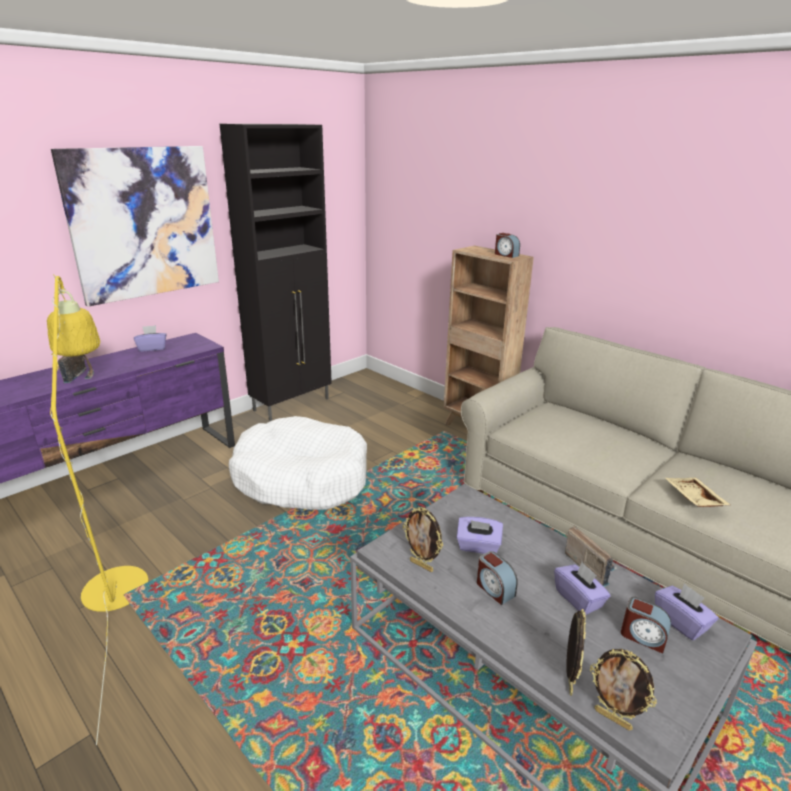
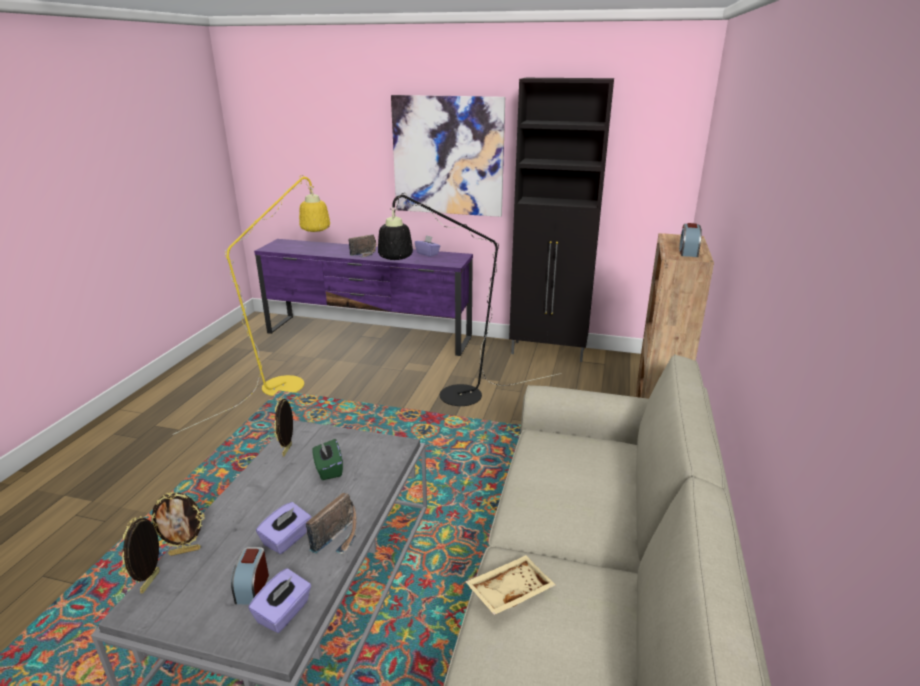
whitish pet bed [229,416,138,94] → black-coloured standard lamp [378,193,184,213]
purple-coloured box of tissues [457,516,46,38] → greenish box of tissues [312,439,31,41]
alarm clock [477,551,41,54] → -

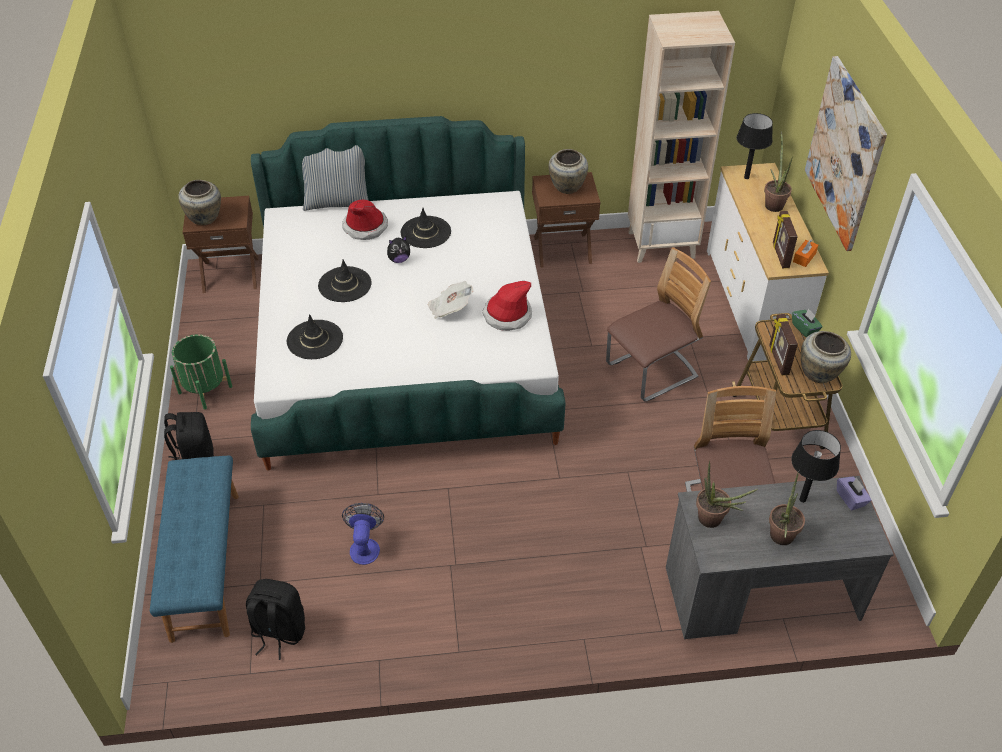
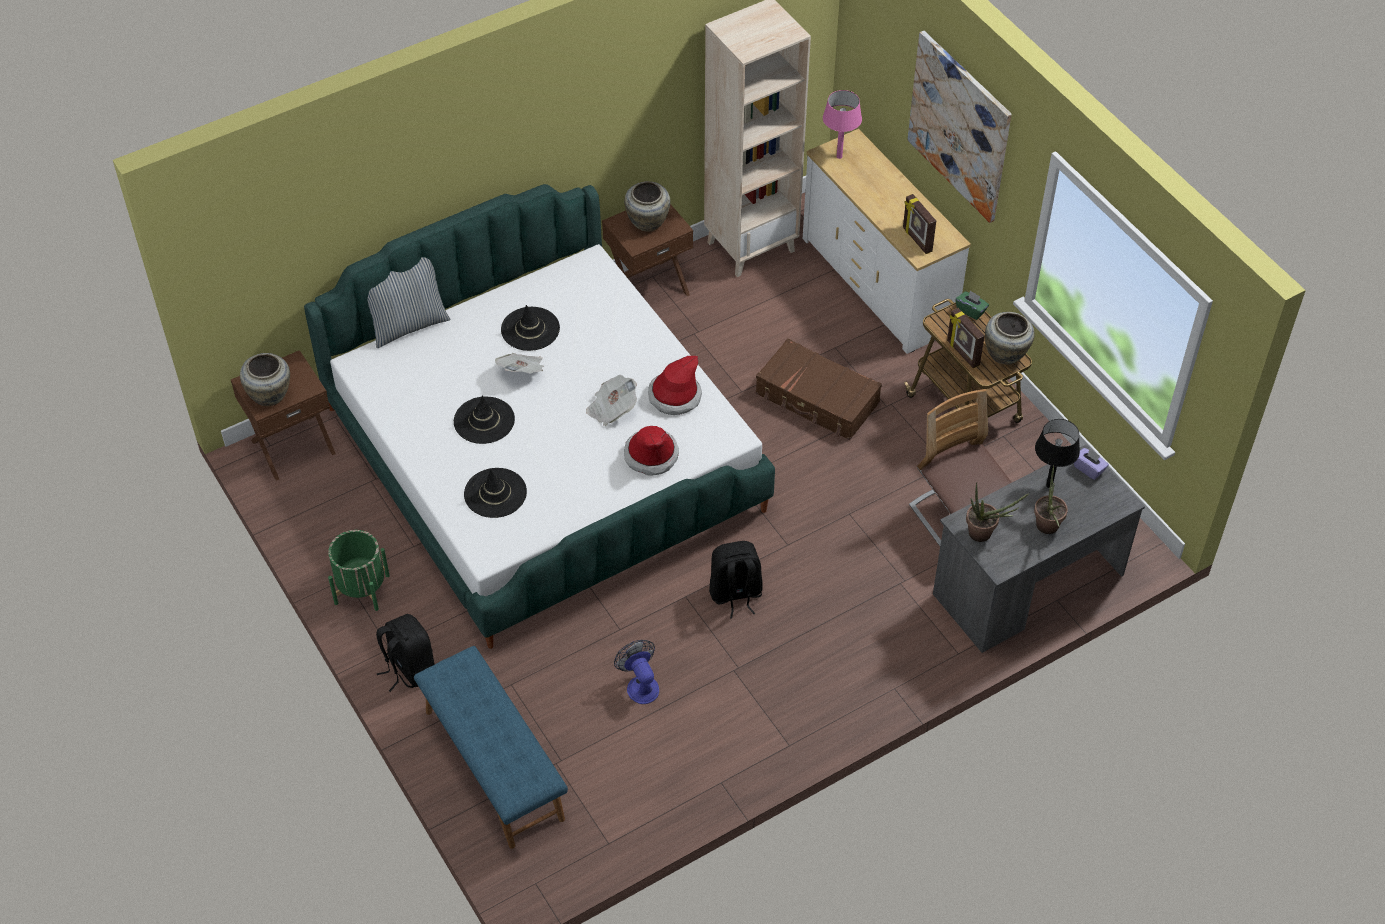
black-coloured rucksack [246,579,59,81] → black-coloured rucksack [709,541,54,78], shifted
wearable hat [342,200,46,40] → wearable hat [624,426,55,50], shifted
plush toy [387,236,23,27] → daily paper [495,353,49,20]
plain chair [606,247,105,155] → brownish travel case [756,338,126,102]
black-coloured table lamp [736,113,37,66] → pink table lamp [823,90,39,69]
potted plant [764,131,29,81] → -
orange-coloured box of tissues [793,240,25,27] → -

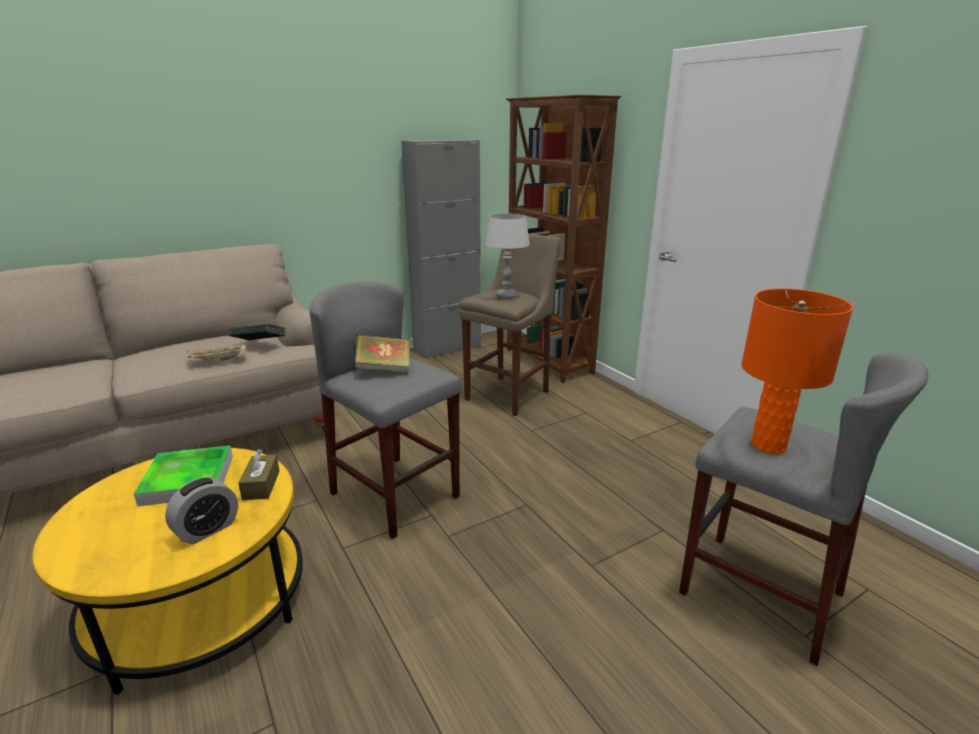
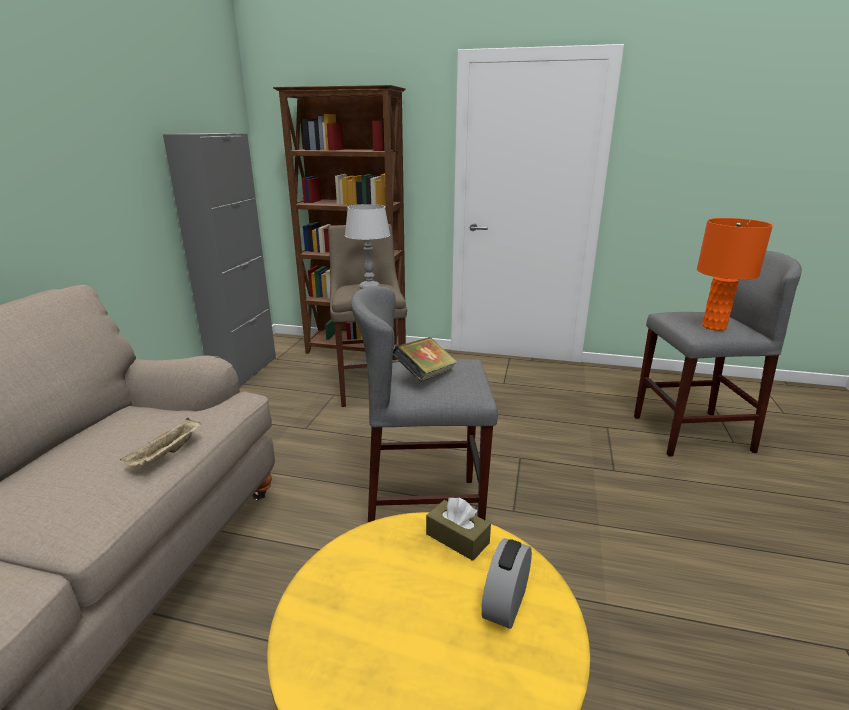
carrying tray [134,446,99,61] → -
alarm clock [165,477,73,67] → alarm clock [481,538,51,91], 150 degrees counterclockwise
book [228,324,58,16] → -

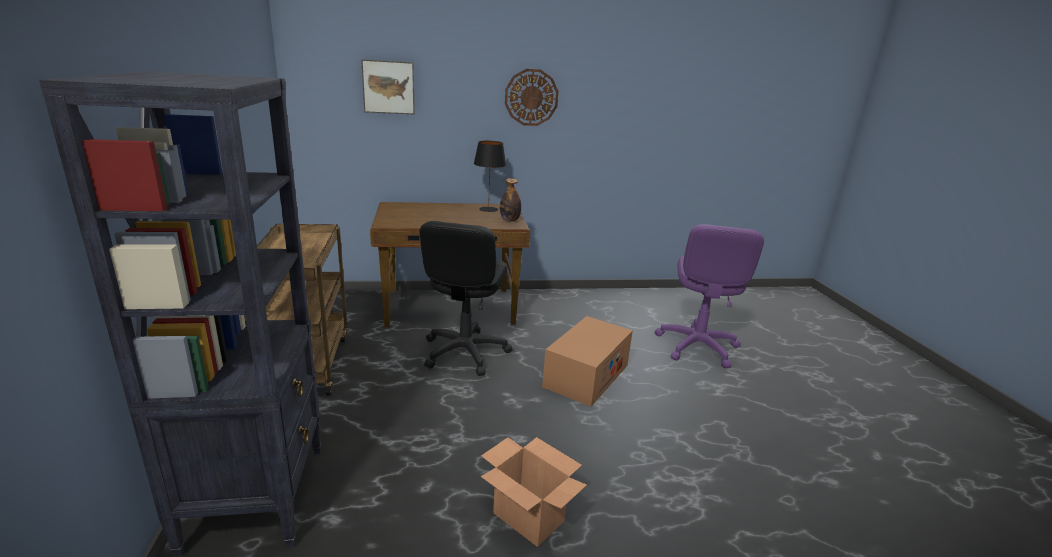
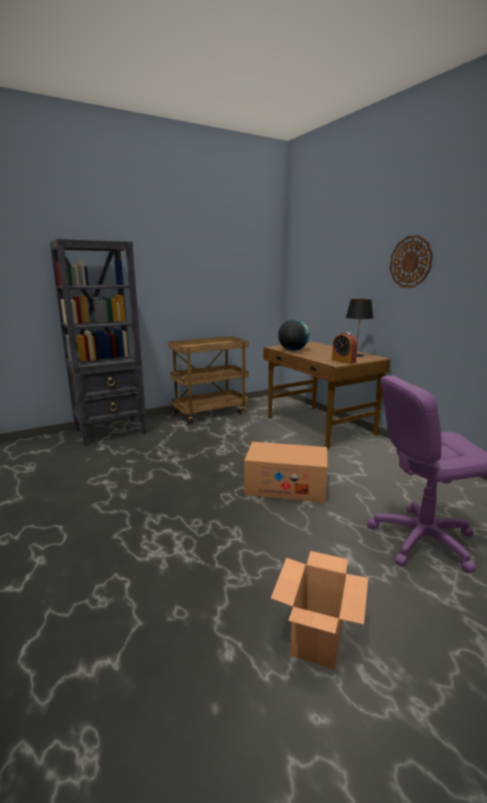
wall picture [361,59,54,55] → -
black-coloured computer chair [419,221,94,155] → -
carton [481,437,106,110] → carton [271,551,97,118], shifted
bottle [500,178,21,43] → alarm clock [332,332,26,32]
- → globe [278,319,31,32]

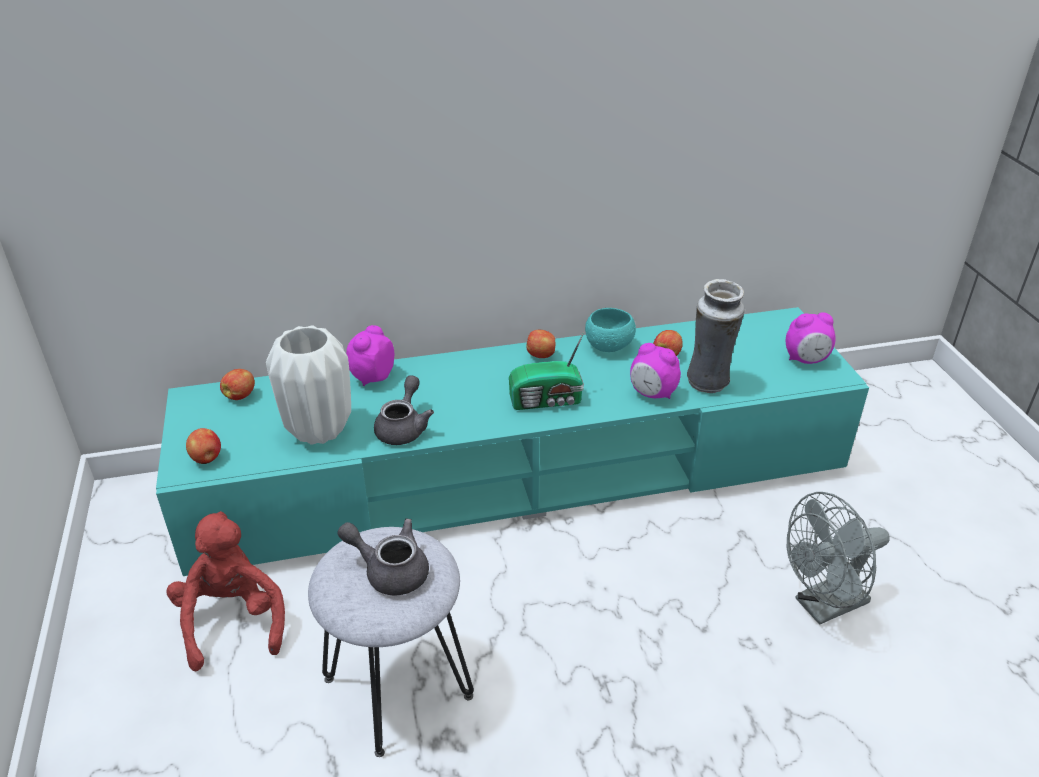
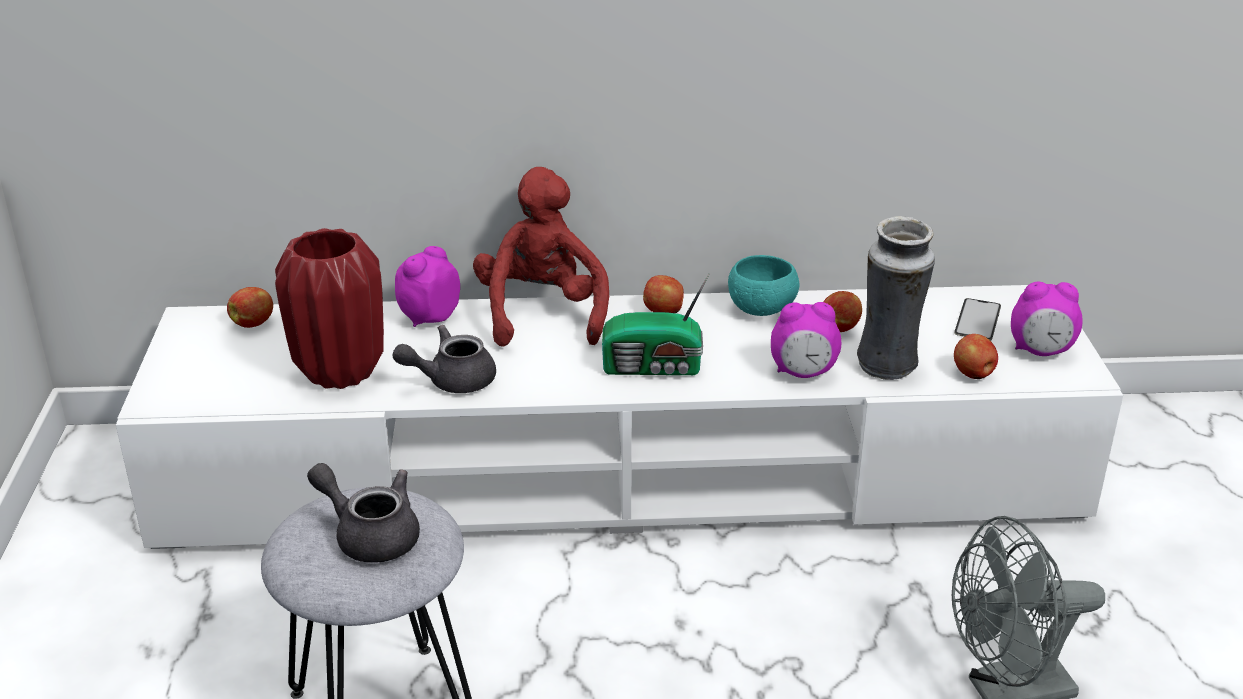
turquoise tv unit [156,307,713,269] → whitish tv unit [116,285,1007,264]
red-coloured plush toy [167,511,118,160] → red-coloured plush toy [473,167,136,180], shifted
apple fruit [186,428,35,36] → apple fruit [954,334,44,45], shifted
whitish vase [266,326,85,119] → red-coloured vase [275,228,109,161]
gray teapot [374,375,60,70] → gray teapot [393,325,103,68], 135 degrees counterclockwise
alarm clock [630,343,51,56] → alarm clock [771,302,70,76], 45 degrees counterclockwise
- → handset [954,298,47,43]

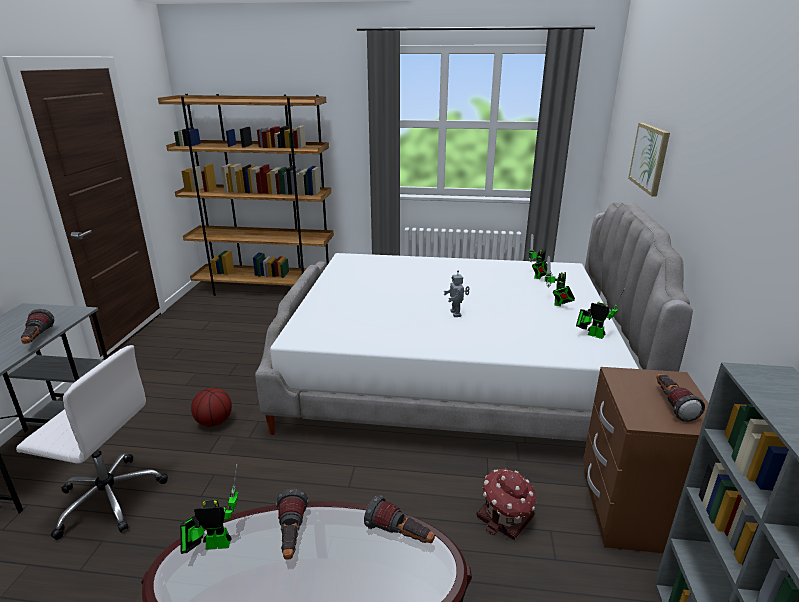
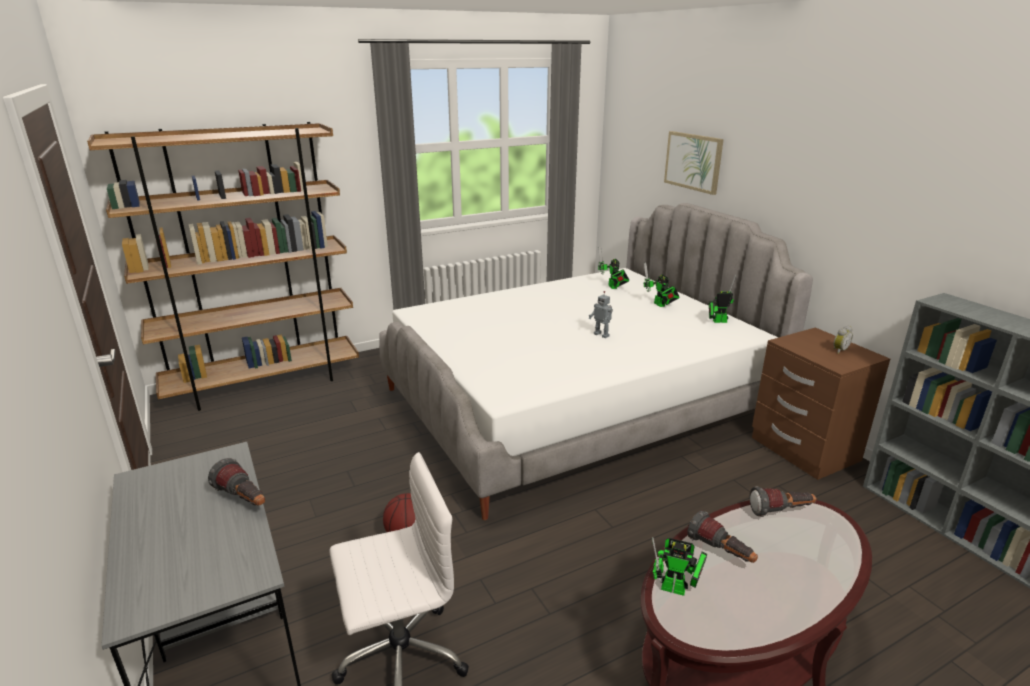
toy robot [180,465,58,89] → toy robot [652,537,55,59], 120 degrees counterclockwise
miniature house [477,468,60,72] → -
flashlight [656,374,49,48] → alarm clock [833,326,20,28]

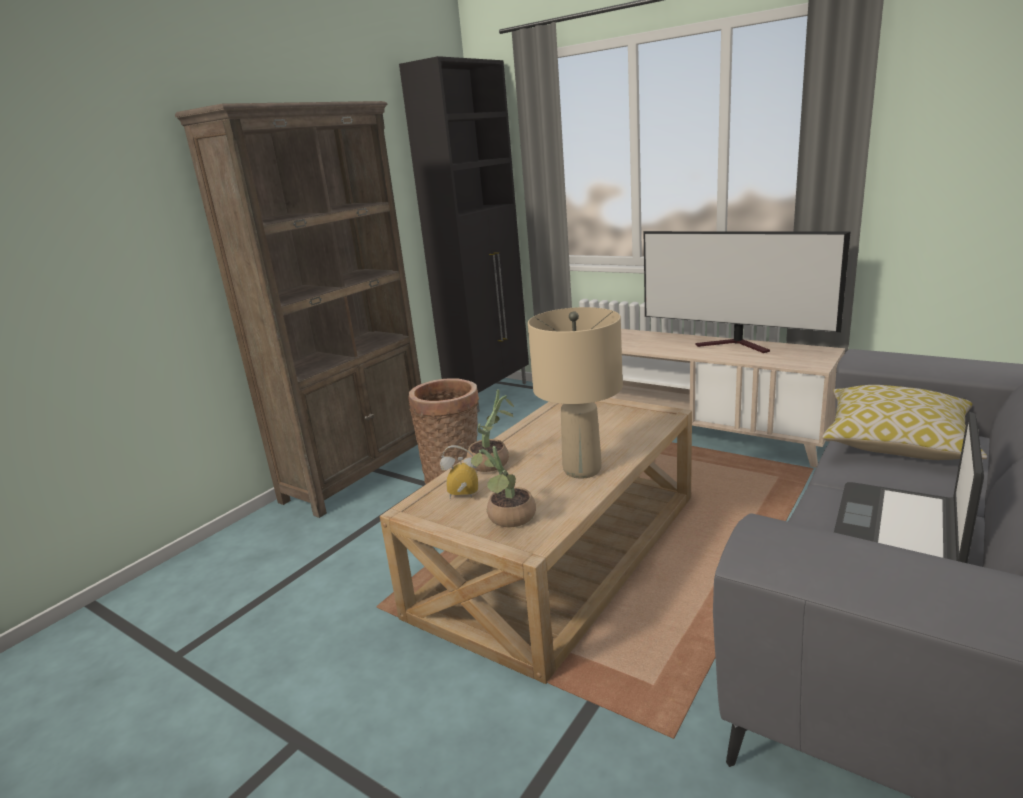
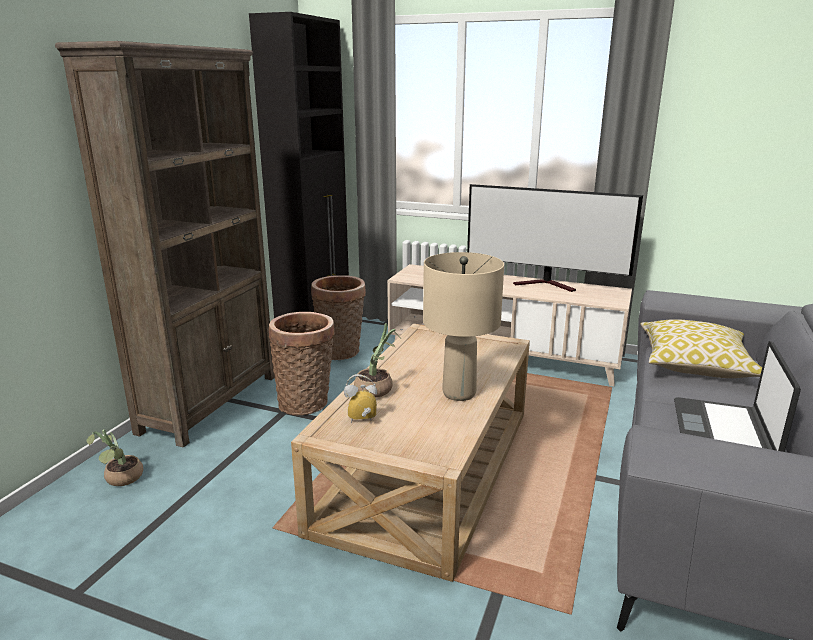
potted plant [471,446,65,81] → potted plant [86,429,57,57], shifted
- → basket [311,275,55,85]

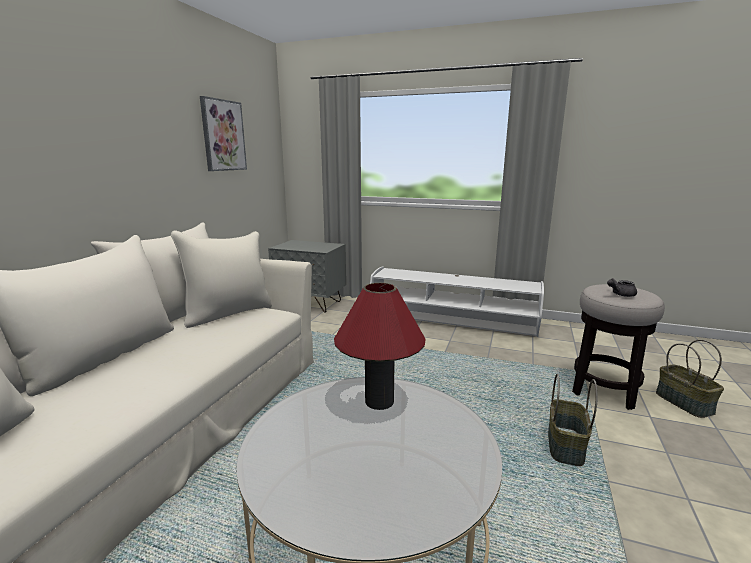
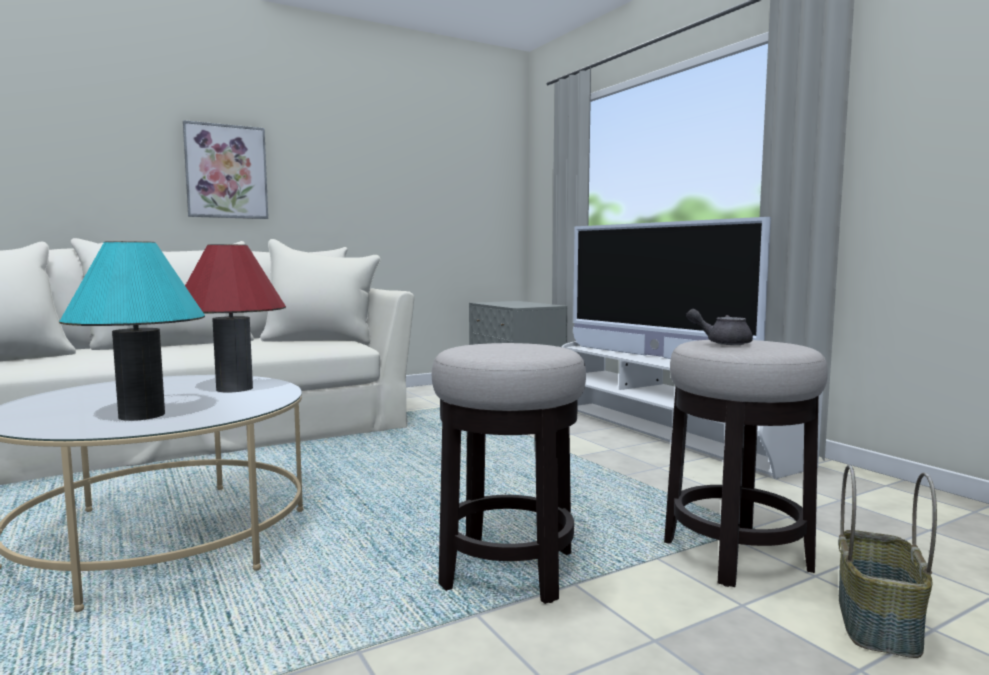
wall picture [200,96,47,75] → wall picture [183,120,85,99], shifted
basket [548,374,50,92] → stool seat [432,343,154,261]
- → turquoise table lamp [59,241,146,180]
- → TV [573,217,198,142]

